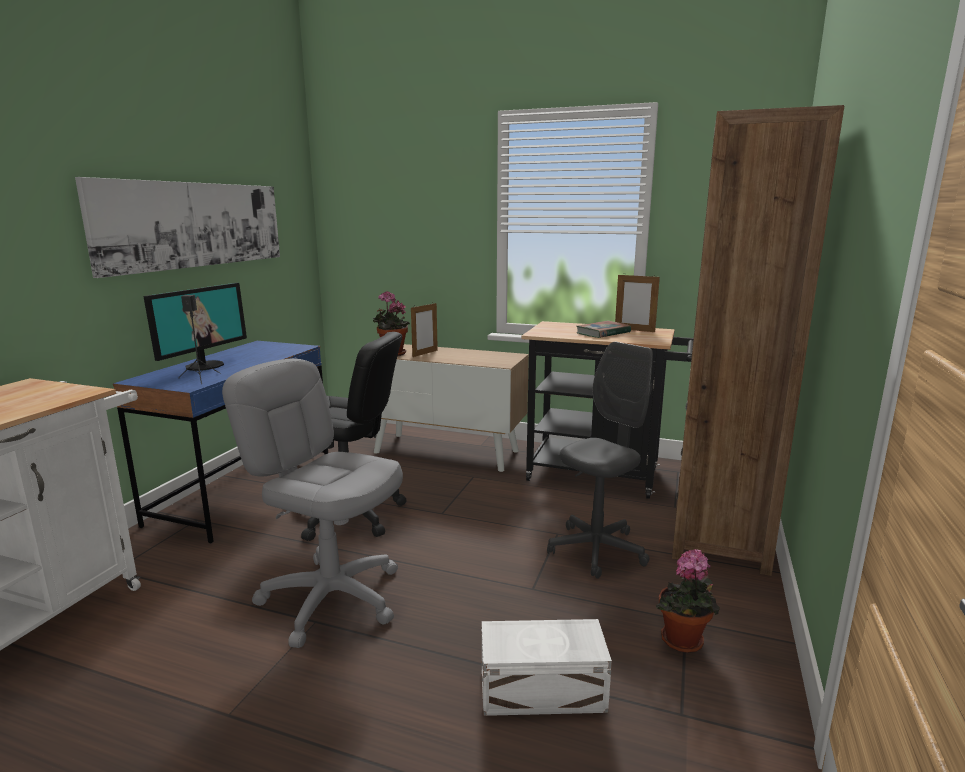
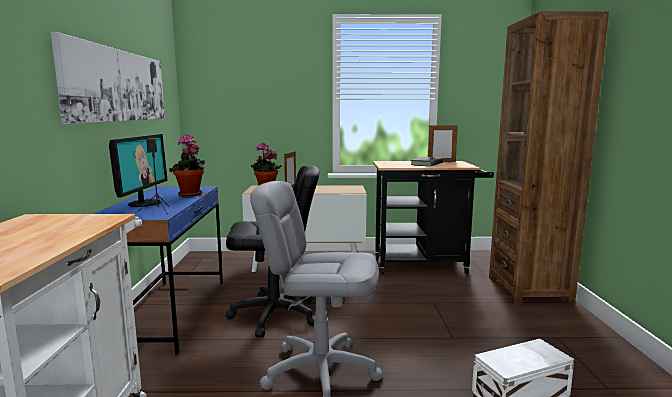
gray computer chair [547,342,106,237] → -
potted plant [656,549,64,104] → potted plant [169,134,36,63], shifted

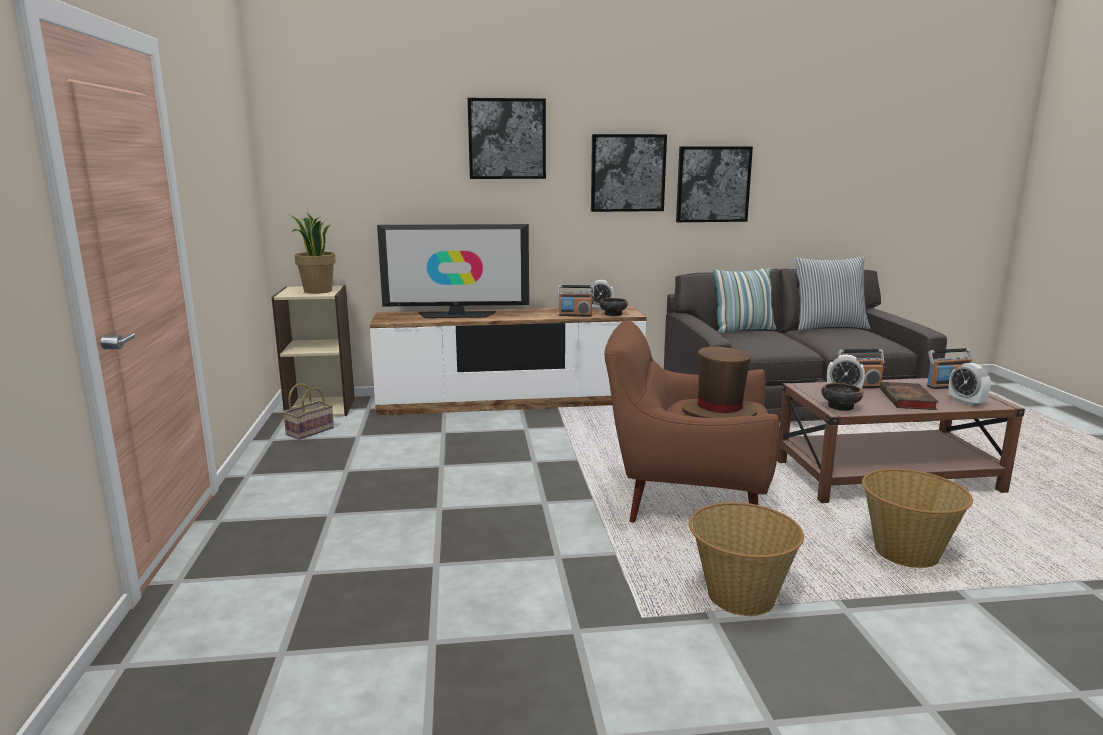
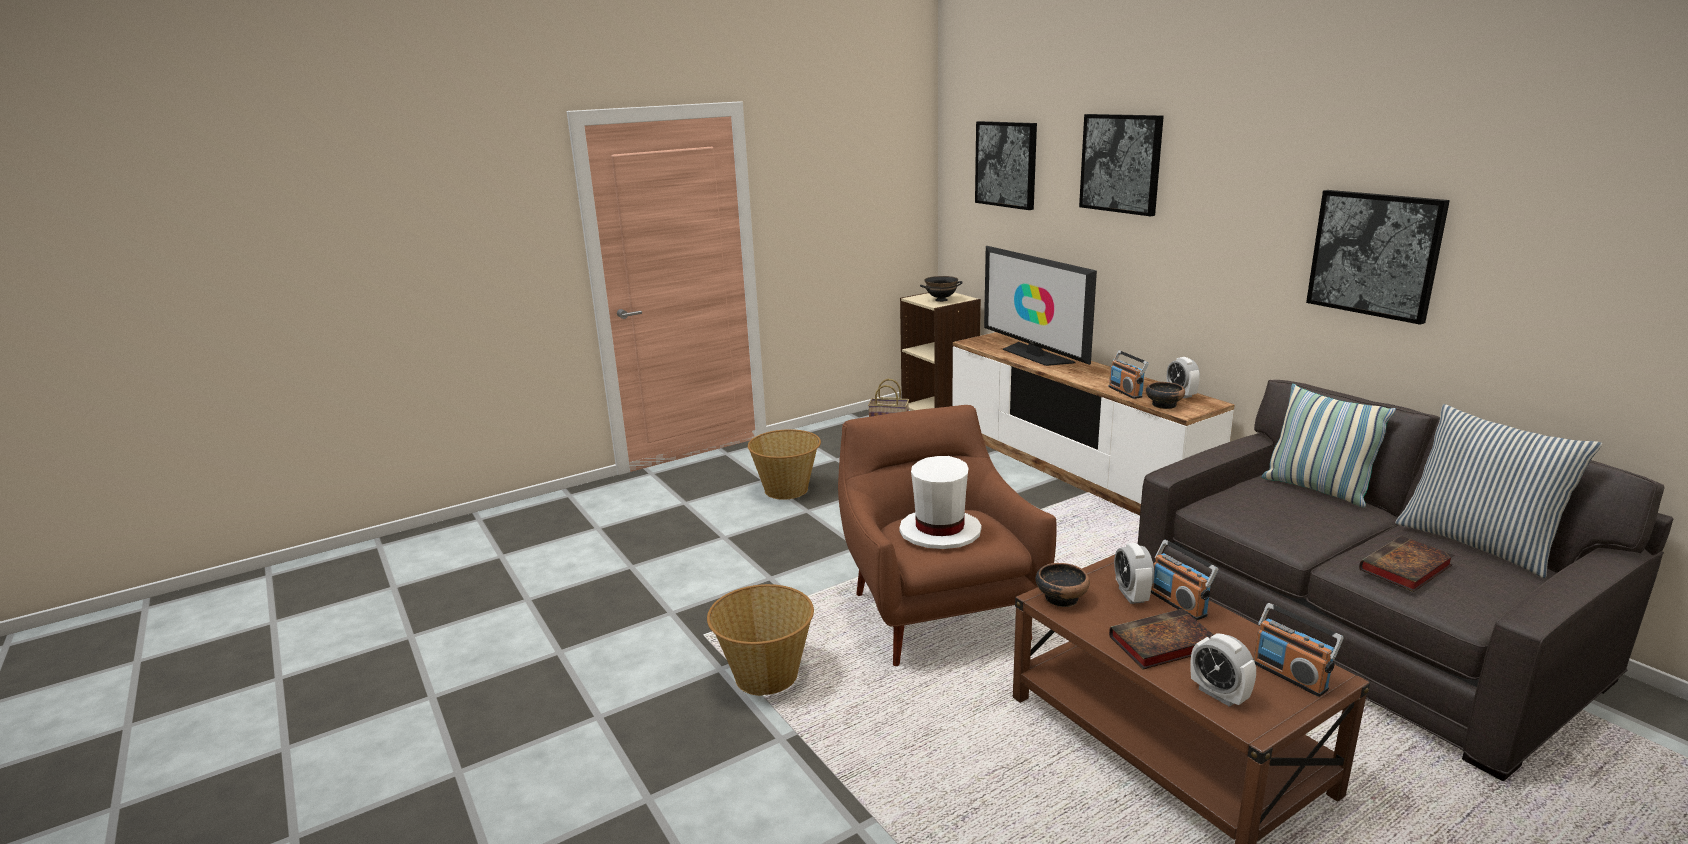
potted plant [289,213,47,81] → black-coloured bowl [920,276,43,26]
wall picture [591,134,76,78] → wall picture [975,121,62,89], shifted
brownish wearable hat [682,347,75,71] → whitish wearable hat [899,456,82,93]
basket [862,469,111,99] → basket [748,429,73,71], shifted
alarm clock [949,363,42,43] → alarm clock [1190,633,66,74], 75 degrees counterclockwise
- → book [1359,536,95,56]

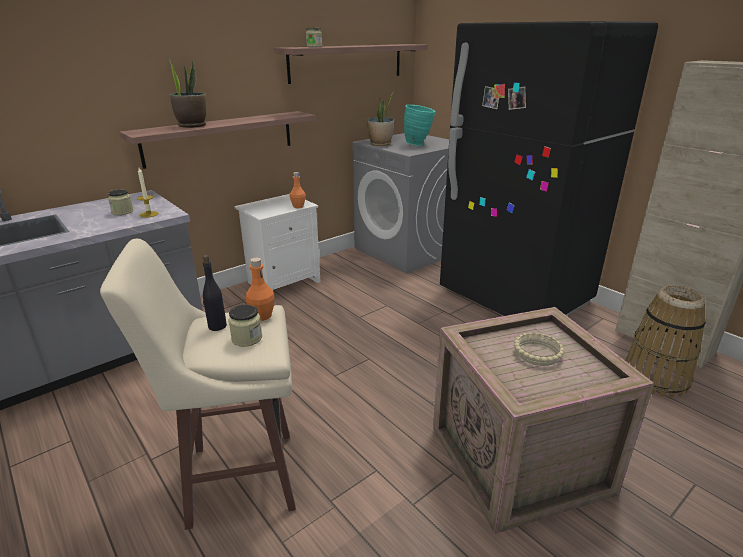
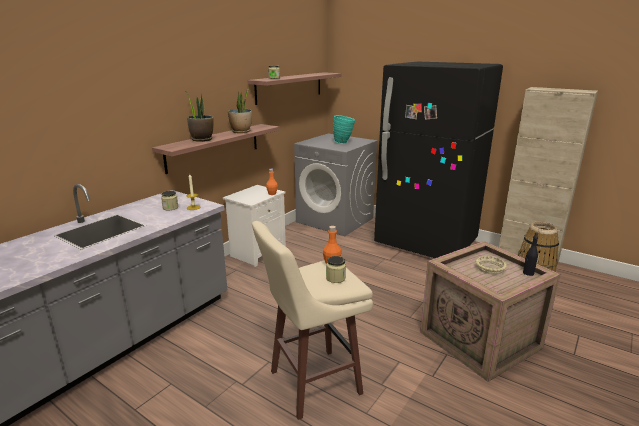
black-coloured bottle [203,255,24,76] → black-coloured bottle [523,232,15,44], shifted
potted plant [367,93,27,53] → potted plant [228,87,24,46], shifted

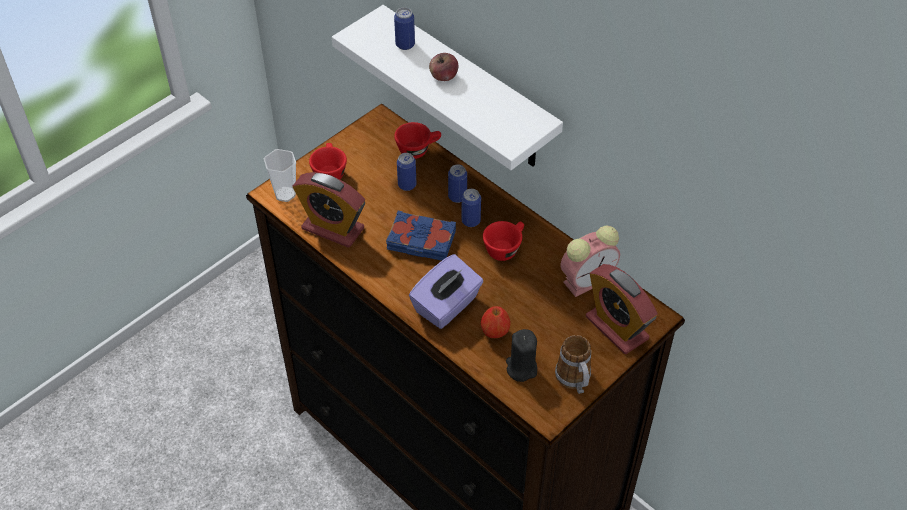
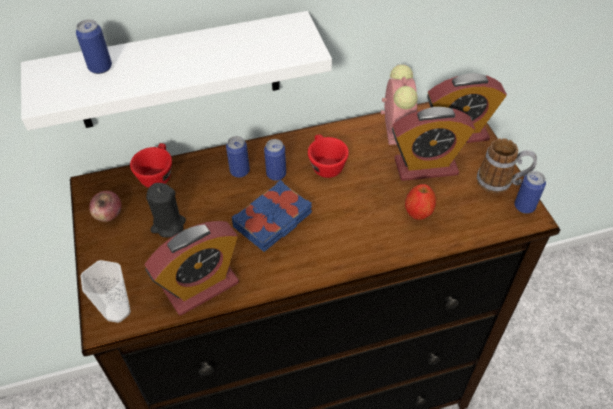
red-coloured cup [309,143,38,36] → -
metal can [397,153,19,38] → metal can [514,171,32,43], shifted
purple-coloured box of tissues [409,254,75,75] → -
apple fruit [429,53,29,28] → apple fruit [89,191,33,31], shifted
black-coloured candle [506,329,31,53] → black-coloured candle [146,183,40,54], shifted
- → alarm clock [392,107,83,74]

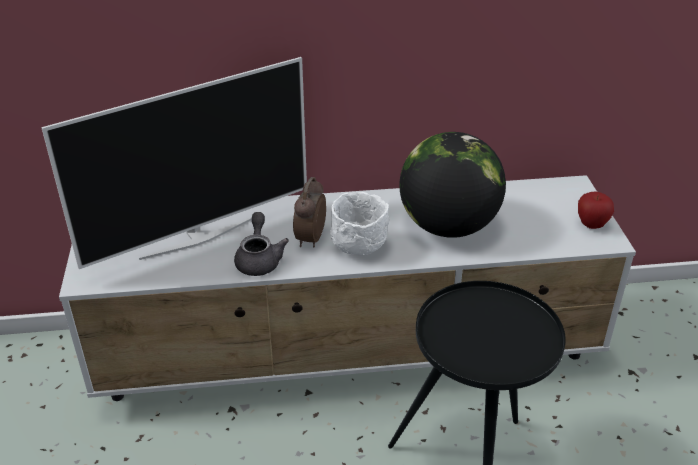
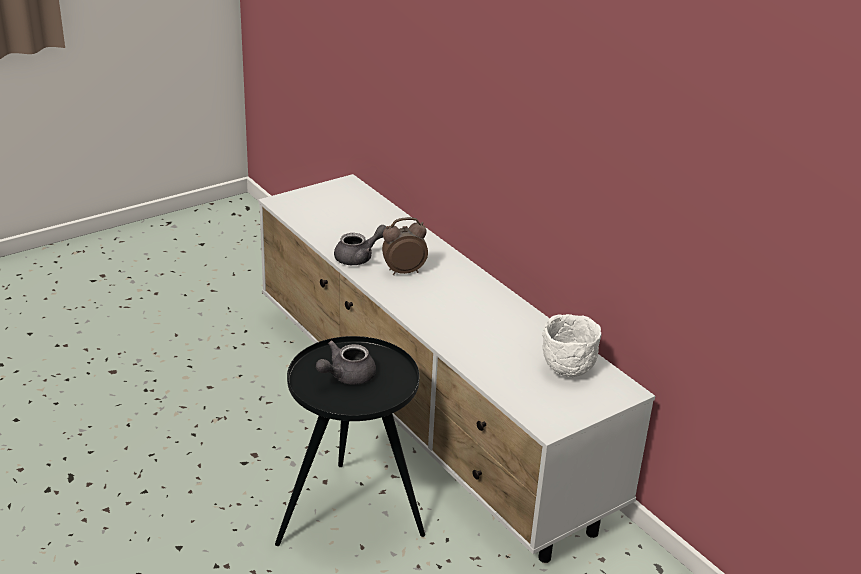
TV [41,57,266,212] → -
whitish bowl [330,192,60,63] → whitish bowl [541,314,60,63], shifted
globe [399,132,107,106] → -
apple fruit [578,192,36,37] → -
- → gray teapot [316,341,60,44]

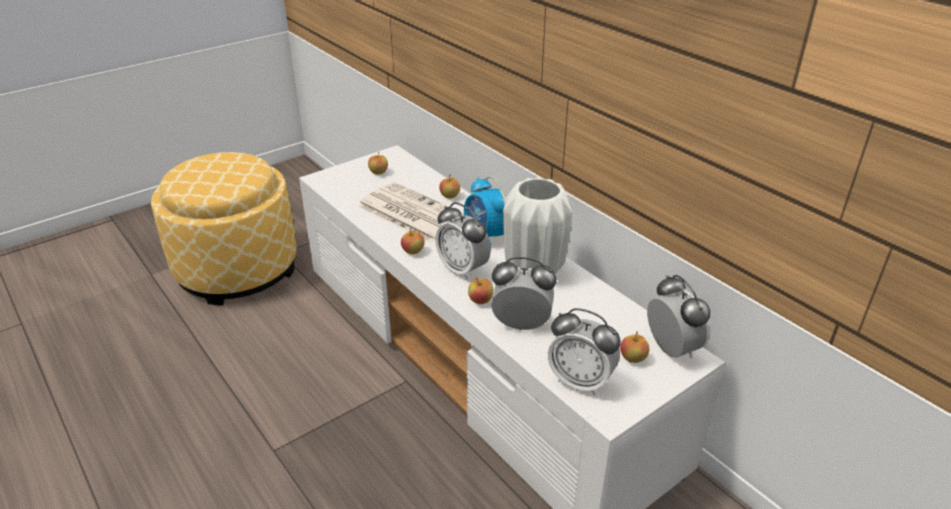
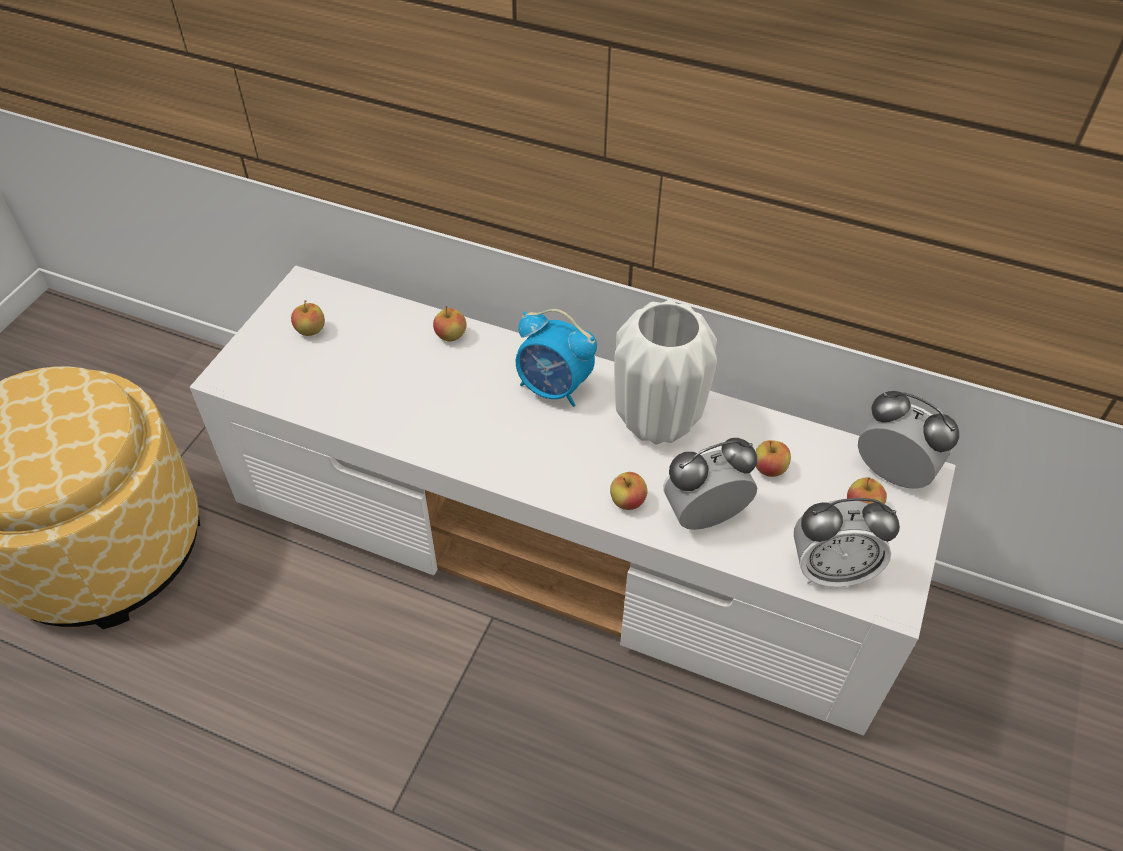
daily paper [357,182,107,61] → -
apple fruit [401,228,24,26] → apple fruit [755,440,36,37], shifted
alarm clock [435,202,56,78] → -

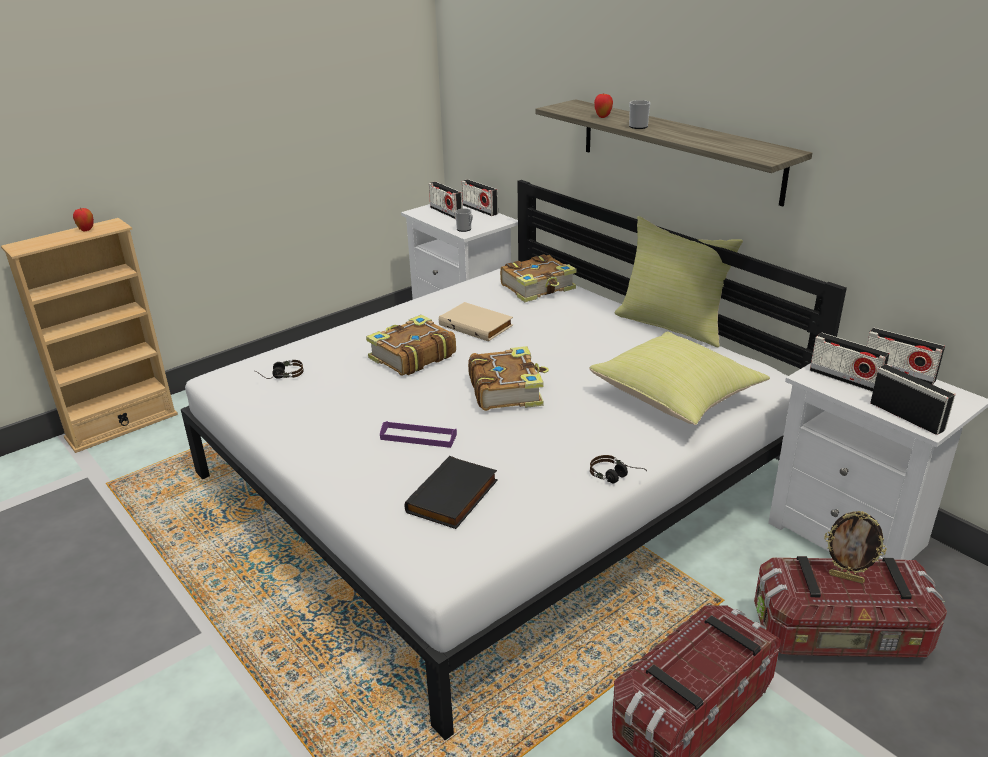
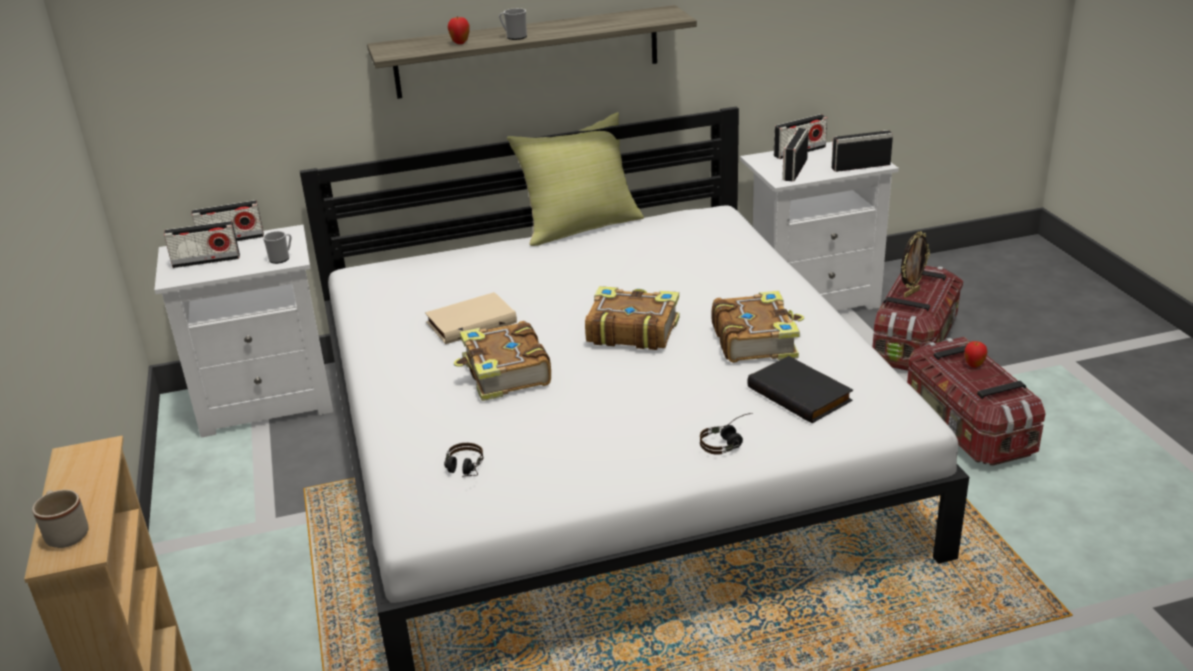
apple fruit [73,208,21,23] → apple fruit [965,341,23,27], shifted
purple-coloured carrying tray [380,421,77,27] → -
book [500,254,77,48] → book [712,291,92,72], shifted
yellow cushion [589,331,181,94] → -
headphones [590,455,57,28] → headphones [700,413,53,42], shifted
radio set [810,333,80,59] → radio set [782,128,26,53], 135 degrees clockwise
- → sand-coloured mug [32,490,57,58]

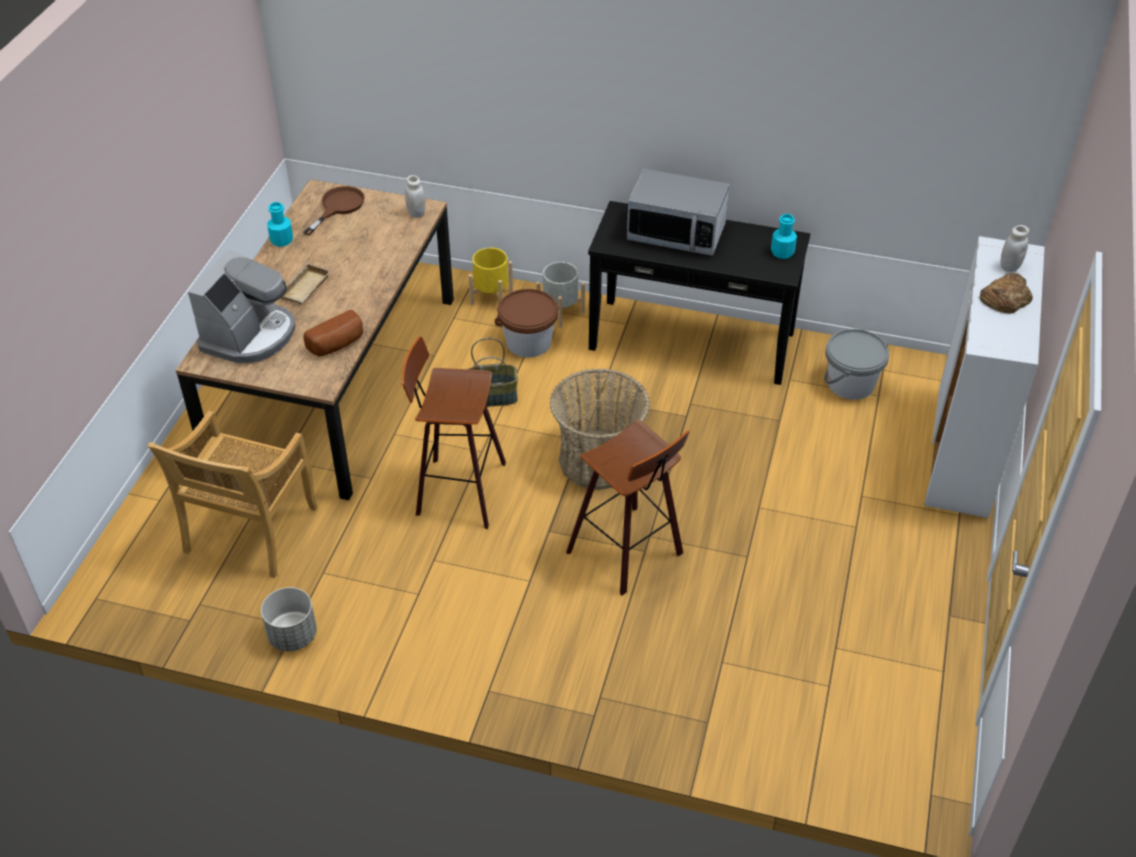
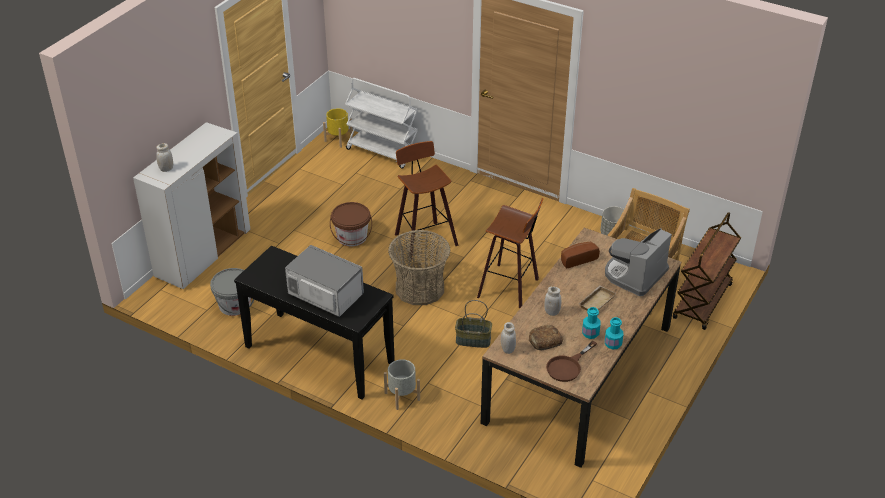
yellow plant pot [468,248,45,57] → yellow plant pot [323,108,30,40], shifted
brownish water bucket [495,289,64,69] → brownish water bucket [330,202,42,44], shifted
turquoise bottle [771,214,26,45] → turquoise bottle [582,307,19,32], shifted
bakery bread [980,273,53,40] → bakery bread [529,325,34,25], shifted
- → whitish cart [345,78,73,91]
- → whitish storage jar [544,286,17,30]
- → brownish cart [673,212,68,118]

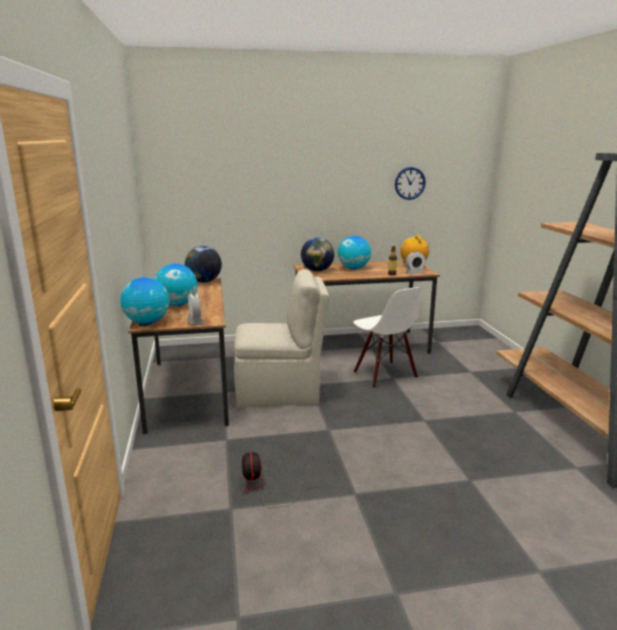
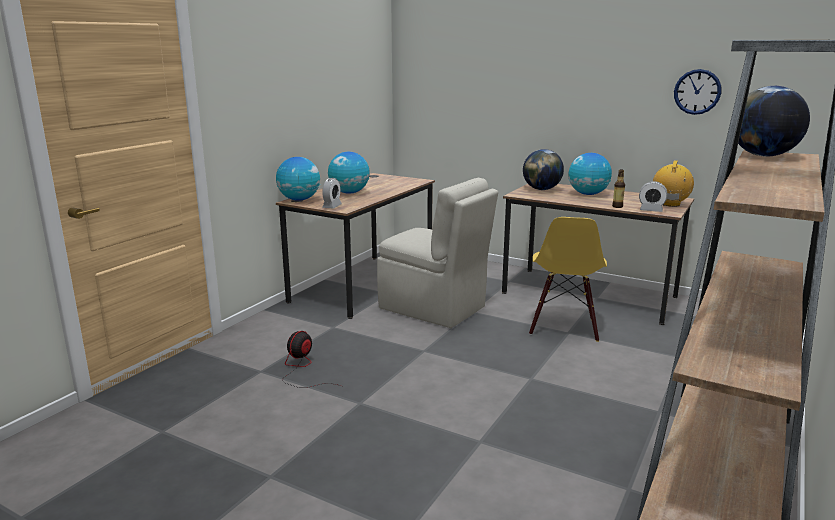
globe [185,246,37,37] → globe [738,86,72,71], shifted
whitish plain chair [353,287,68,102] → yellow plain chair [529,217,78,125]

